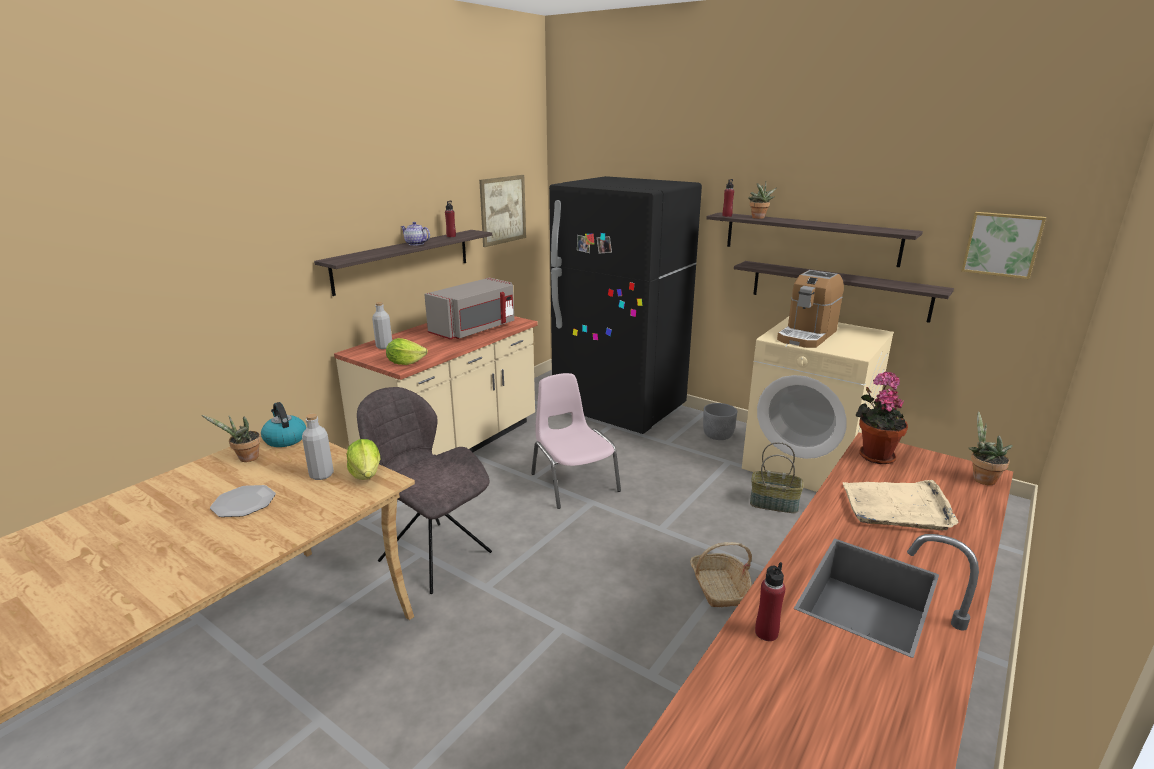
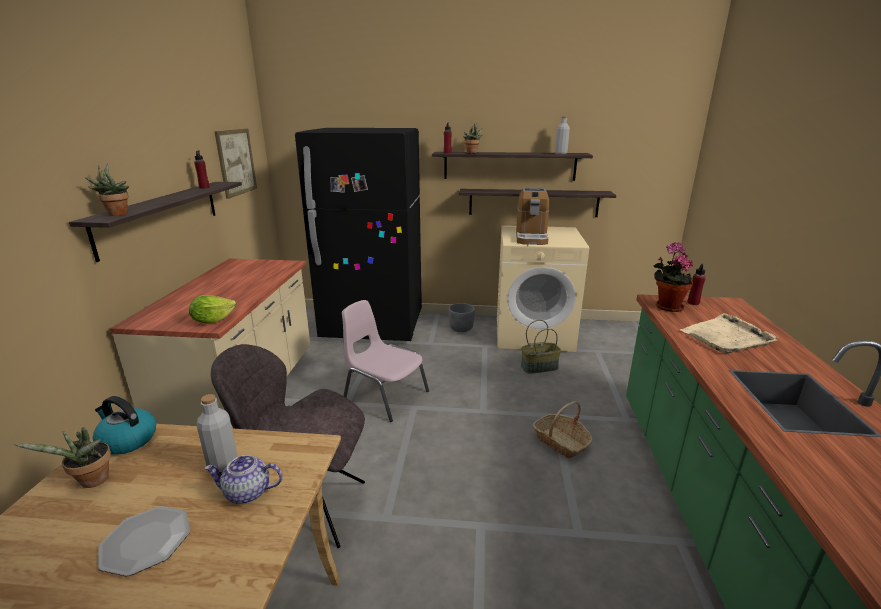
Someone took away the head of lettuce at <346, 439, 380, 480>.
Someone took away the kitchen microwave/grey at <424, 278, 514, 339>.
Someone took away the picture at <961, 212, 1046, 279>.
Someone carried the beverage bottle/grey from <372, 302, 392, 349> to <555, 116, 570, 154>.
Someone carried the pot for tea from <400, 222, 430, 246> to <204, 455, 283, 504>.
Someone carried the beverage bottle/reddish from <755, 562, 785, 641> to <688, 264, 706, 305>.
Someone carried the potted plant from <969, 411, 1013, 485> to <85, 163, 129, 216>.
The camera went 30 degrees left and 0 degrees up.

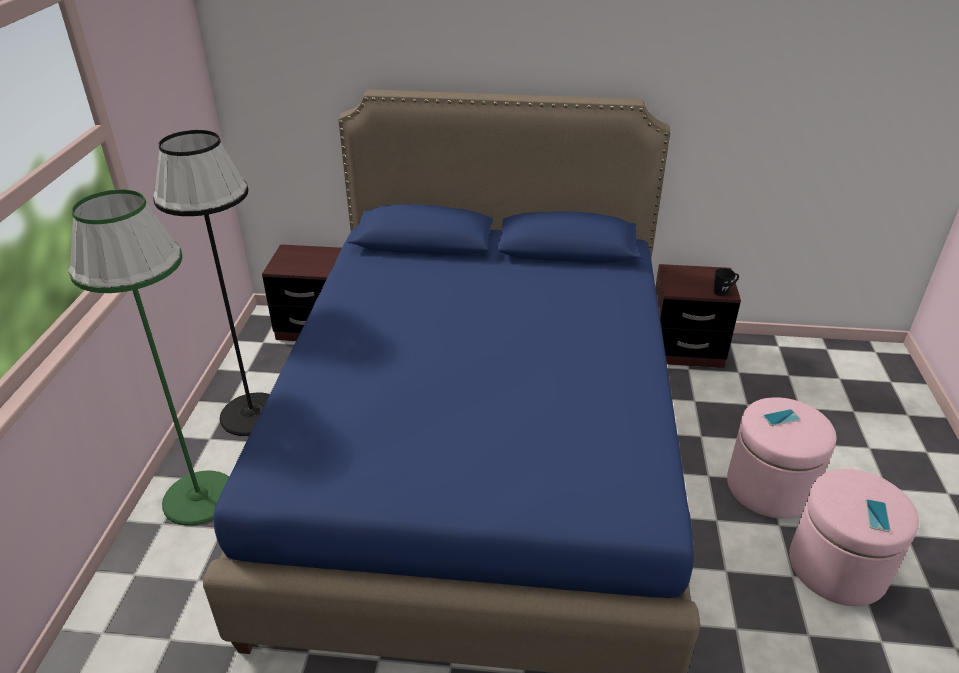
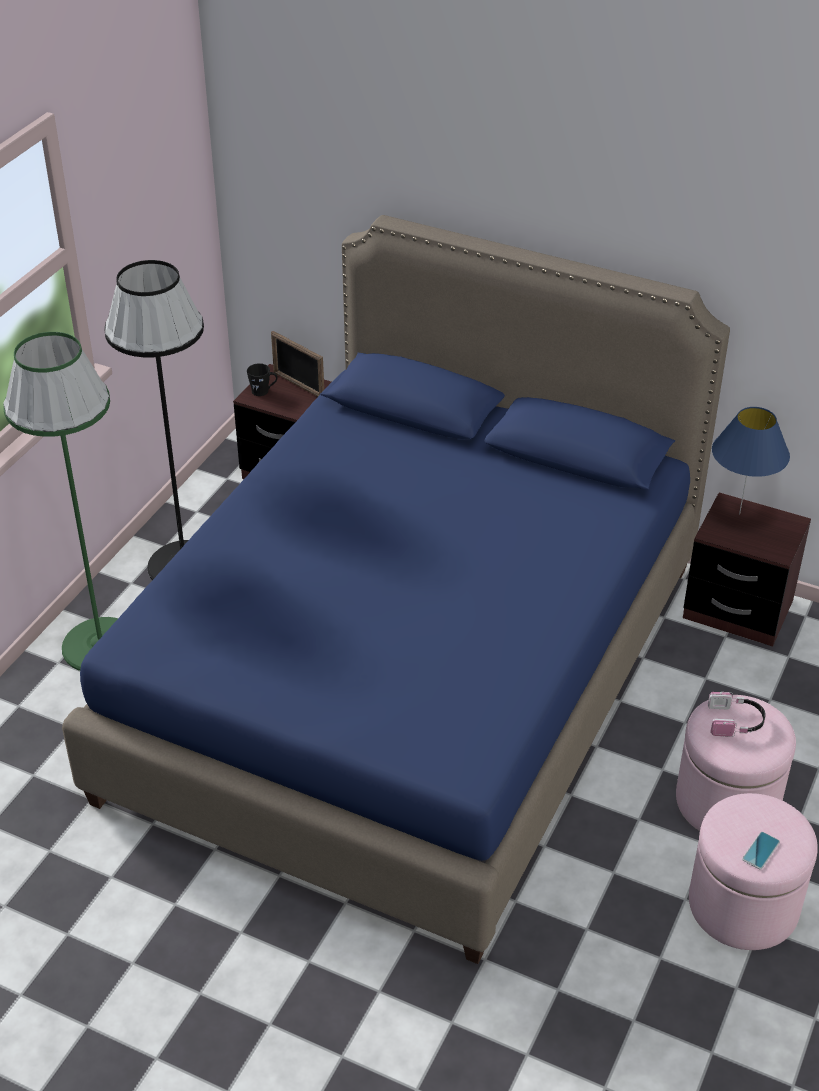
Someone put down the picture frame at <271, 331, 324, 397>.
Someone put down the tabletop lamp/blue at <712, 407, 790, 515>.
Someone carried the mug/blackish from <714, 268, 739, 296> to <247, 363, 278, 396>.
Someone swapped the phone at <763, 409, 800, 426> for the pair of headphones at <708, 692, 765, 737>.
The camera went 20 degrees right and 5 degrees up.

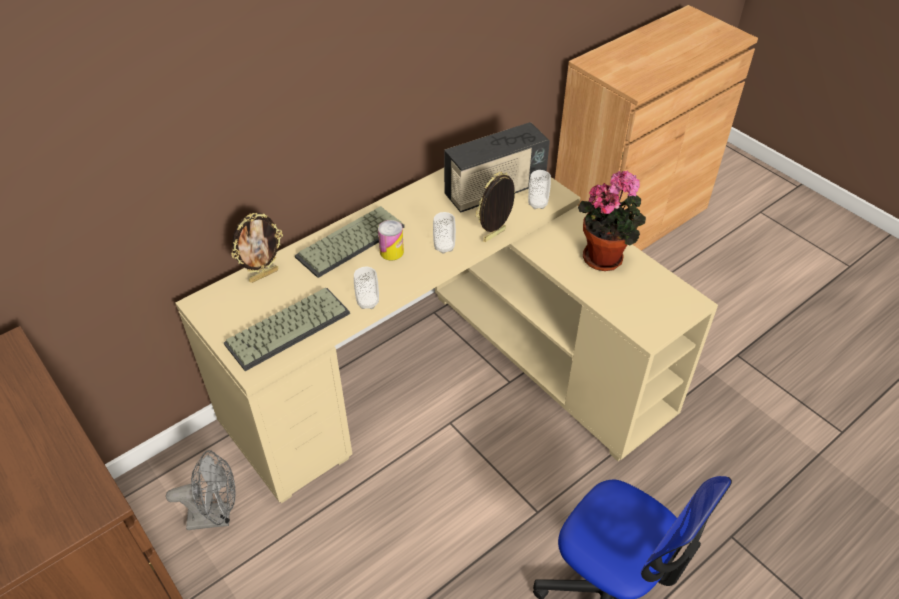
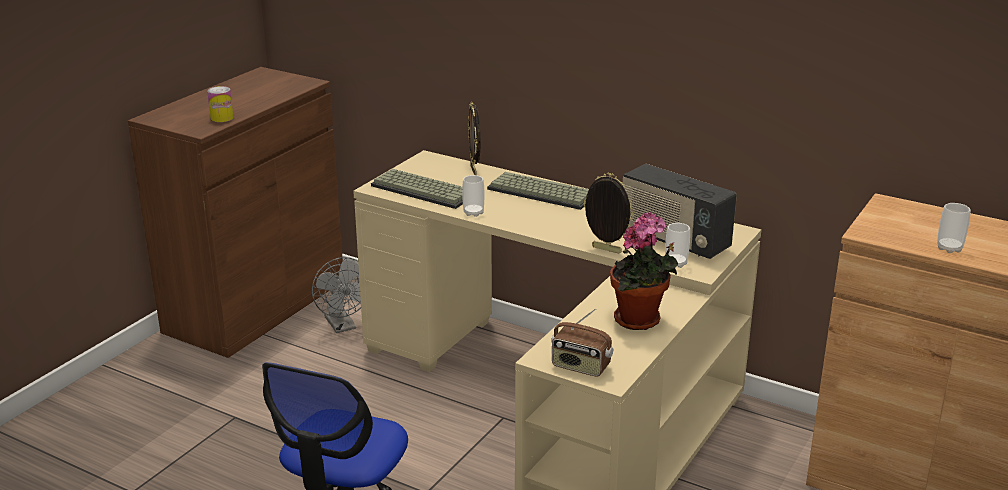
Someone put down the radio receiver at <551, 308, 613, 377>.
Someone carried the sealed can from <378, 220, 404, 261> to <207, 86, 233, 122>.
Someone carried the drinking cup from <433, 212, 456, 254> to <937, 203, 971, 253>.
Someone rotated the picture frame at <231, 213, 283, 283> by 45 degrees clockwise.
The camera went 70 degrees right and 20 degrees down.

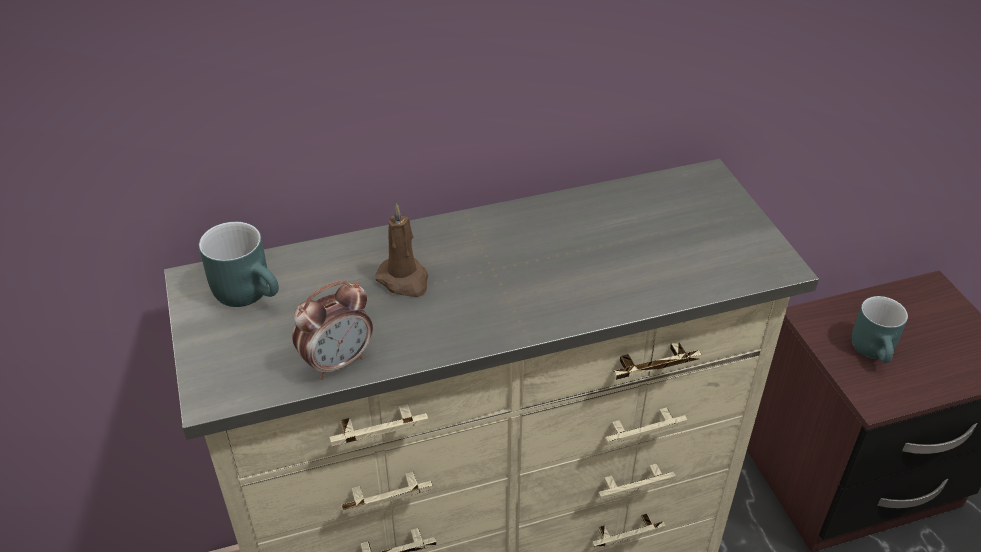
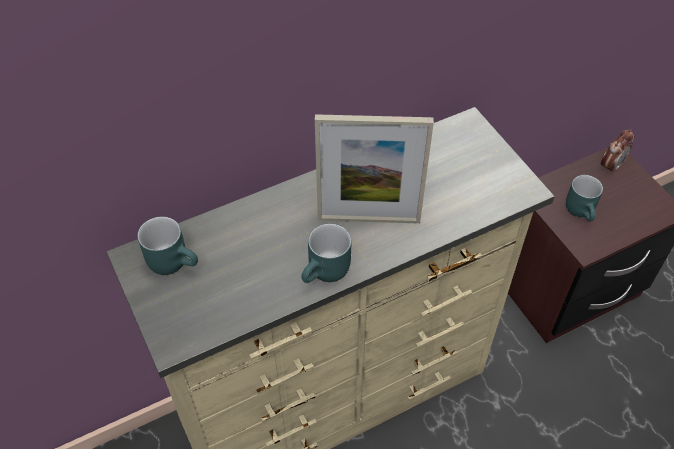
Someone took away the candle/brown at <375, 204, 428, 297>.
Someone put down the mug/turquoise-coloured at <302, 223, 352, 283>.
Someone put down the picture frame at <315, 114, 434, 223>.
Someone carried the bedside clock from <292, 280, 373, 379> to <601, 129, 635, 175>.
The camera went 10 degrees left and 10 degrees up.

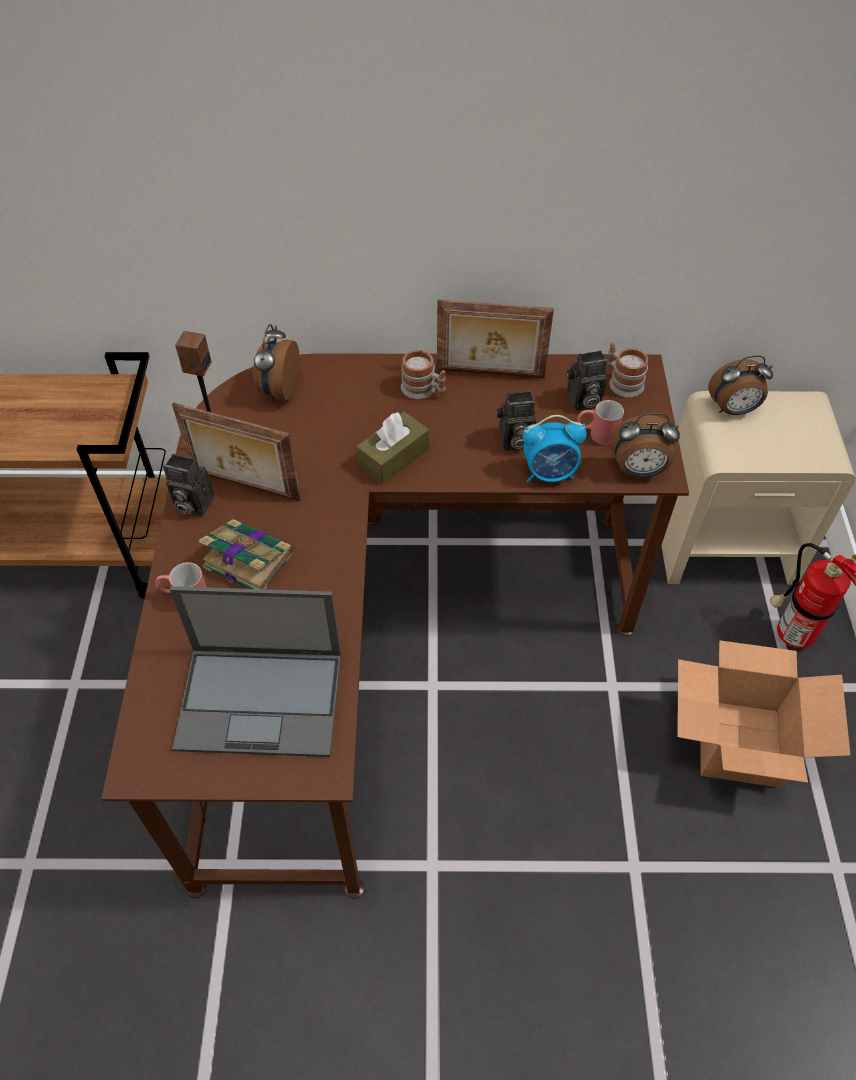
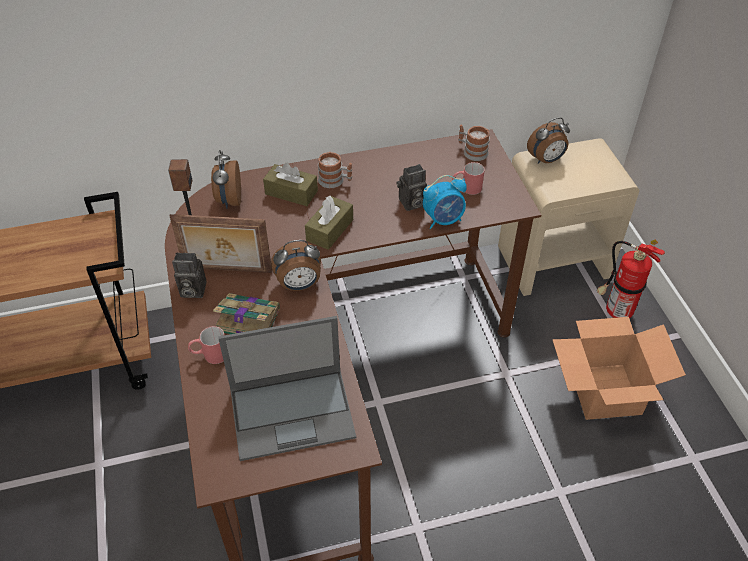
Someone took away the picture frame at <437, 300, 554, 378>.
Someone took away the still camera at <566, 350, 608, 411>.
Someone put down the box of tissues/brown at <263, 163, 318, 206>.
Someone carried the bedside clock from <611, 413, 680, 478> to <271, 240, 321, 291>.
The camera went 15 degrees left and 5 degrees down.

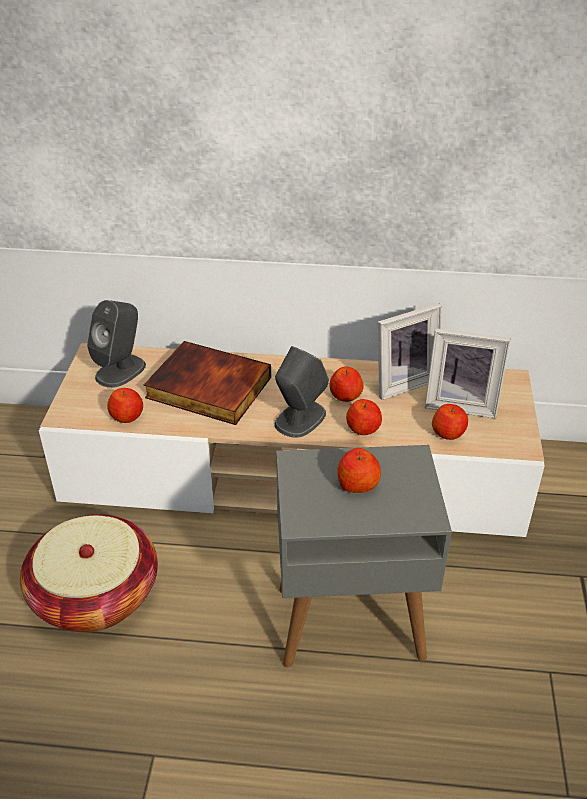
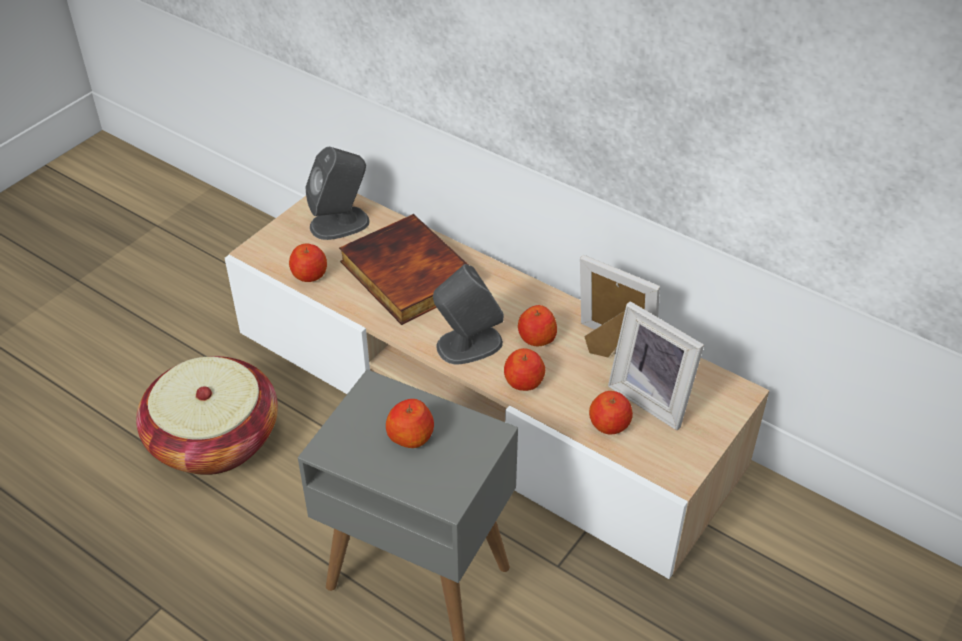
Someone rotated the picture frame at <378, 303, 441, 400> by 150 degrees counterclockwise.
The camera went 30 degrees right and 5 degrees up.

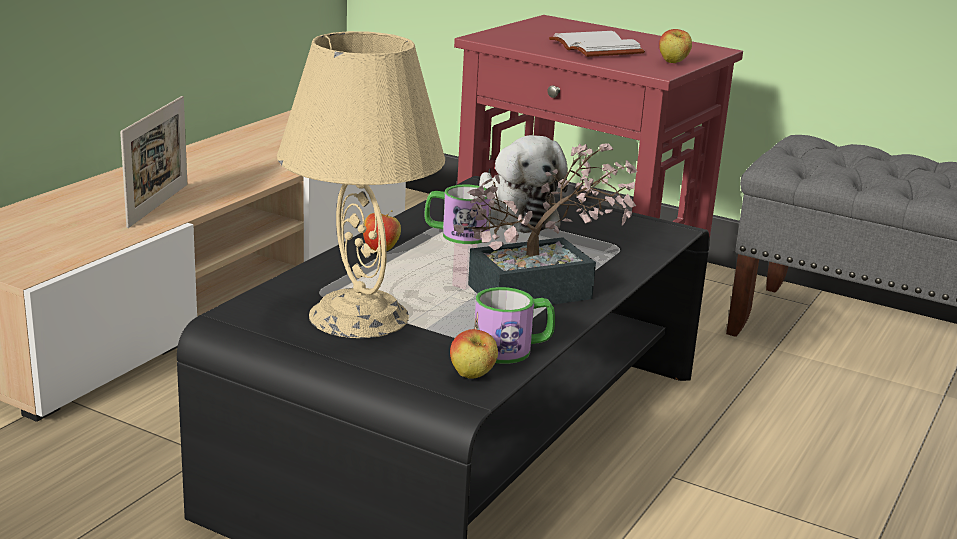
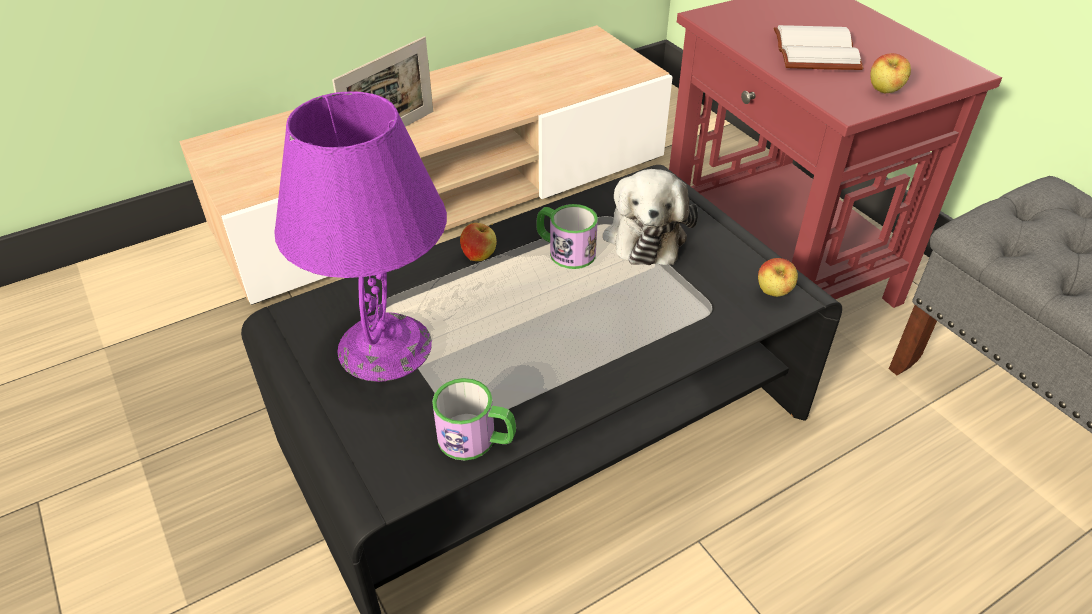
Someone took away the potted plant at <454, 143, 637, 305>.
Someone carried the apple fruit from <450, 329, 498, 378> to <758, 258, 798, 297>.
Someone repainted the tabletop lamp/beige at <277, 31, 445, 338>, which became the tabletop lamp/purple-coloured at <274, 91, 447, 382>.
The camera went 30 degrees right and 20 degrees up.

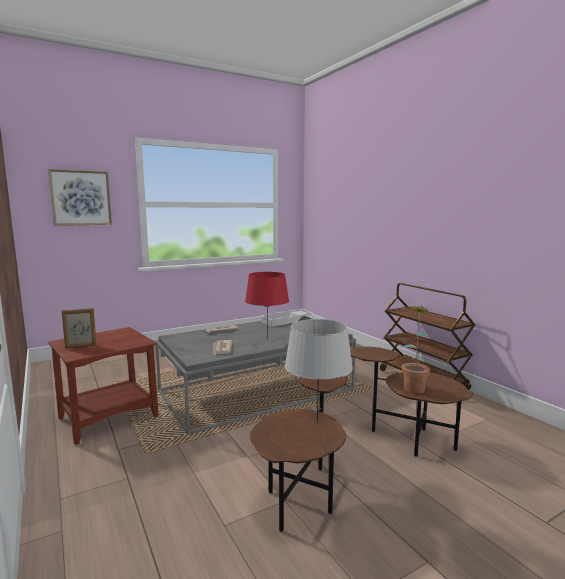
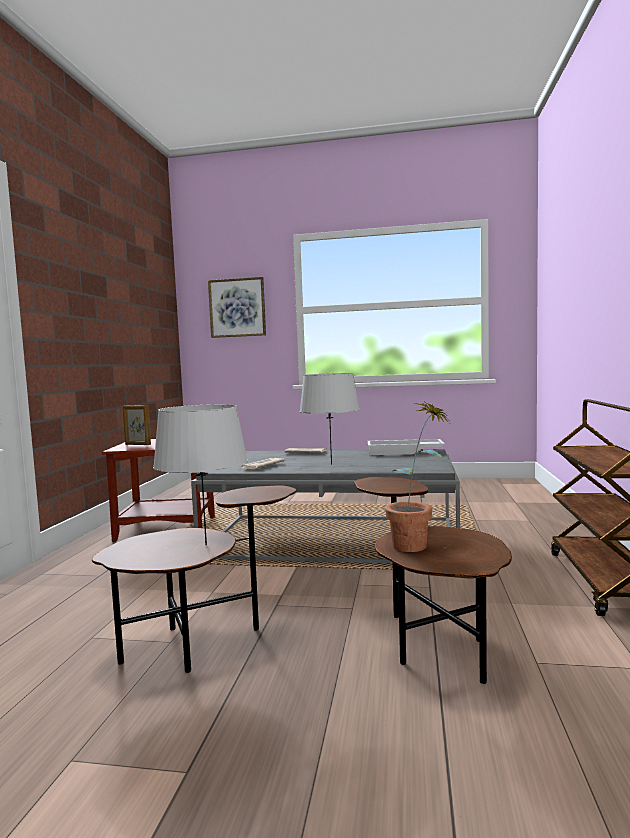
Someone repainted the tabletop lamp/reddish at <245, 272, 289, 339>, which became the tabletop lamp/grey at <300, 373, 360, 465>.
The camera went 40 degrees right and 5 degrees down.

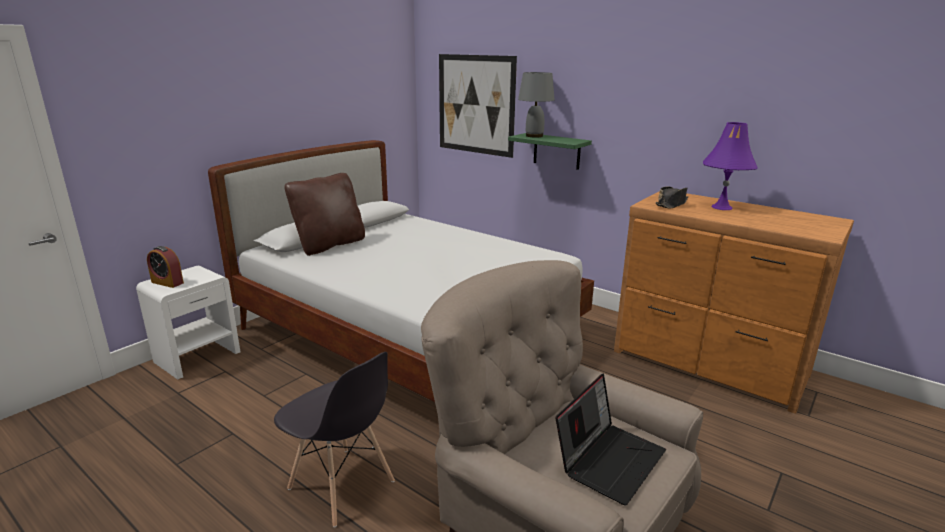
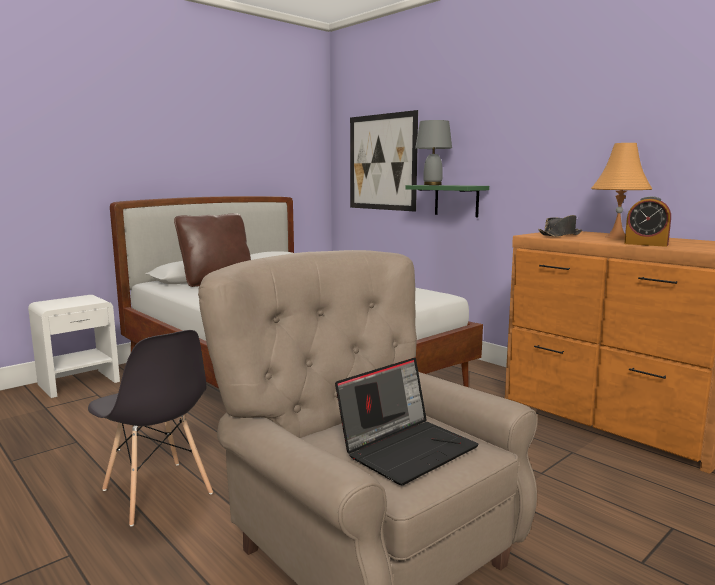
Someone carried the bedside clock from <147, 246, 184, 288> to <624, 196, 671, 247>.
Someone repainted the tabletop lamp/purple-coloured at <703, 122, 758, 210>, which became the tabletop lamp/orangey at <591, 143, 652, 239>.
The camera went 10 degrees right and 10 degrees down.

